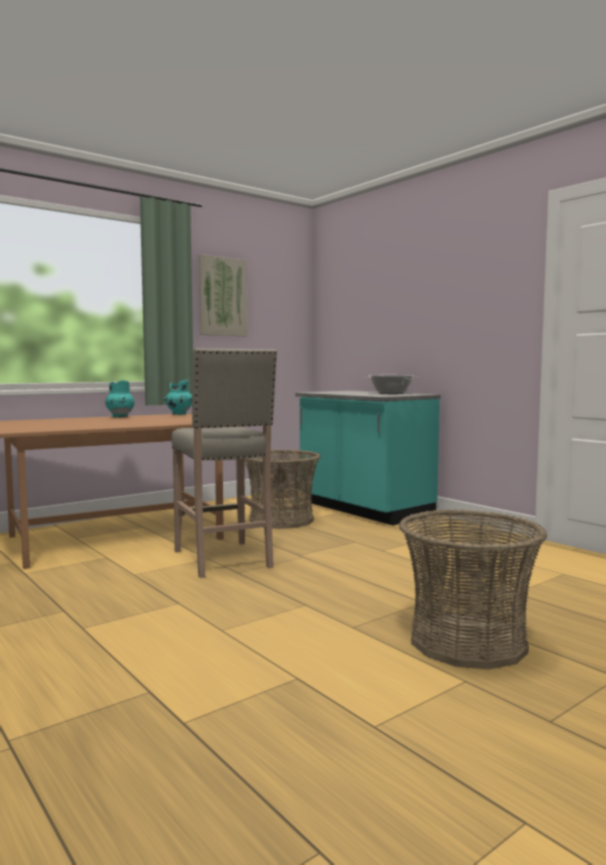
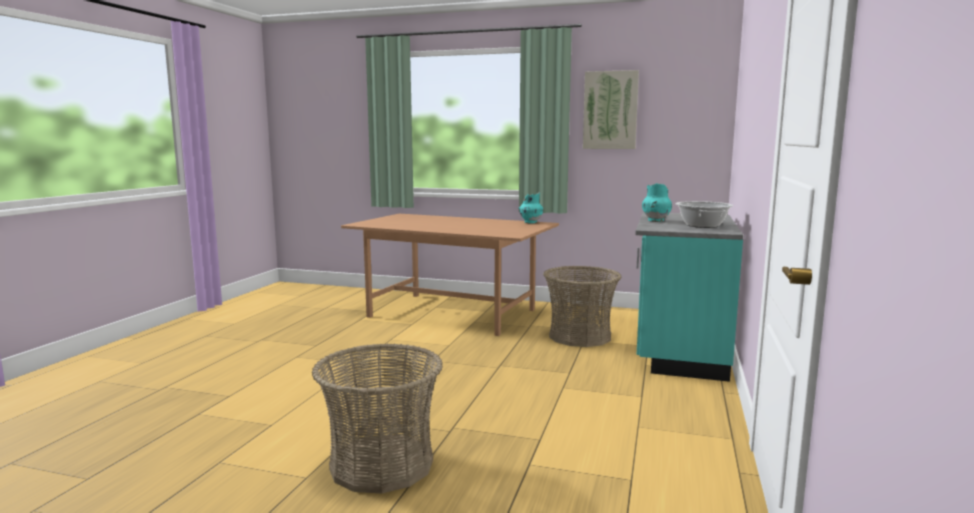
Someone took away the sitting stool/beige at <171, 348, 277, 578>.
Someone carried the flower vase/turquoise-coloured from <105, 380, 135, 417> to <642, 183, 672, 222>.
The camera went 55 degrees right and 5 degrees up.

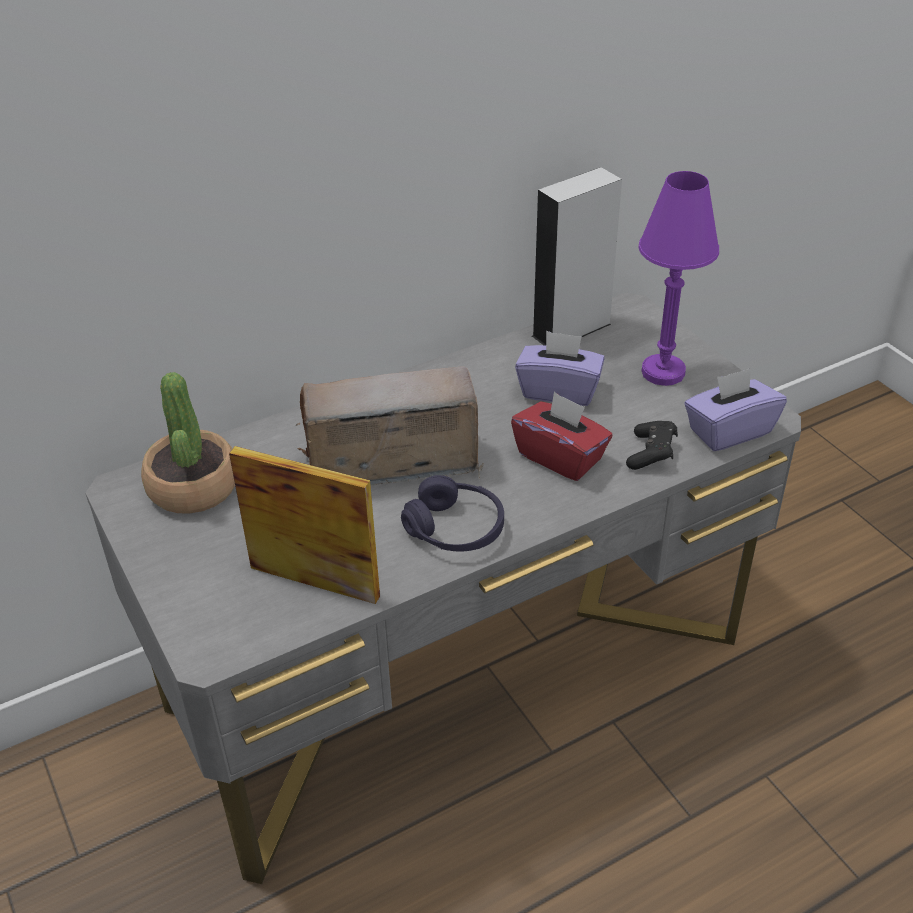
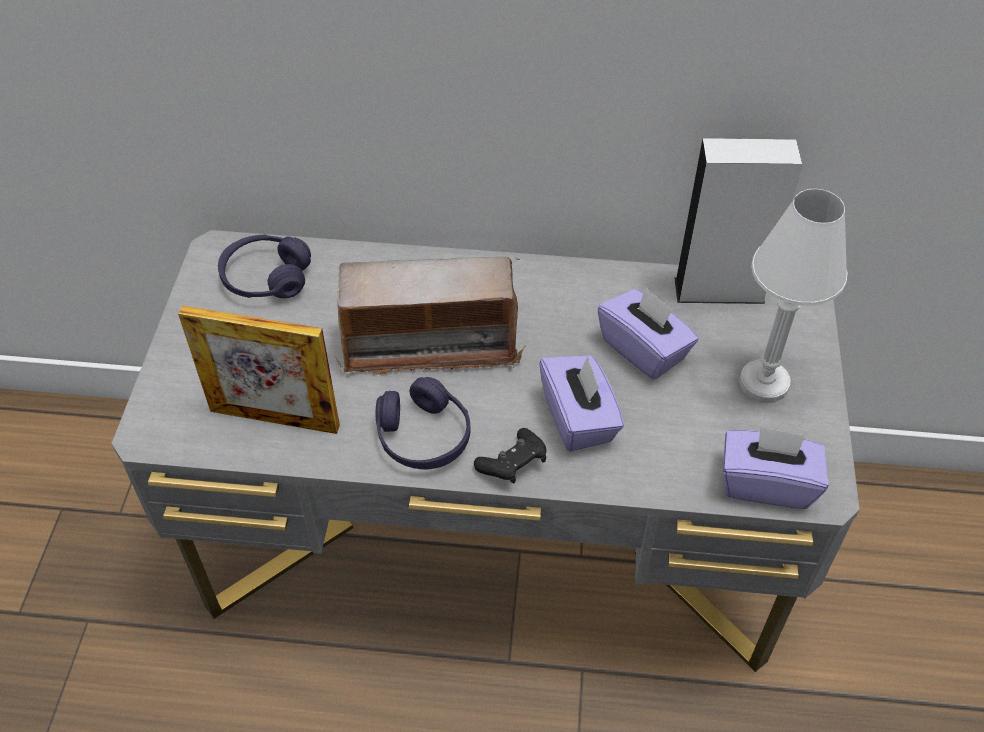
Someone carried the game controller/blackish from <626, 421, 678, 470> to <474, 428, 546, 483>.
Someone swapped the potted plant at <141, 372, 235, 513> for the pair of headphones/purple-coloured at <218, 234, 311, 298>.
Someone repainted the box of tissues/reddish at <511, 391, 612, 481>, which became the box of tissues/purple-coloured at <539, 355, 624, 452>.
Someone repainted the tabletop lamp/purple-coloured at <639, 171, 719, 386>, which became the tabletop lamp/white-coloured at <739, 189, 847, 403>.
Someone rotated the picture frame at <229, 446, 380, 604> by 135 degrees clockwise.
Someone rotated the radio receiver at <296, 366, 484, 486> by 150 degrees clockwise.
The camera went 35 degrees right and 10 degrees up.

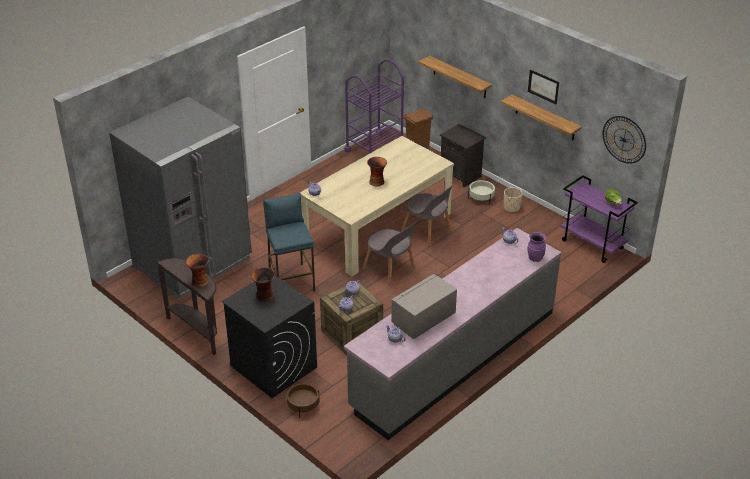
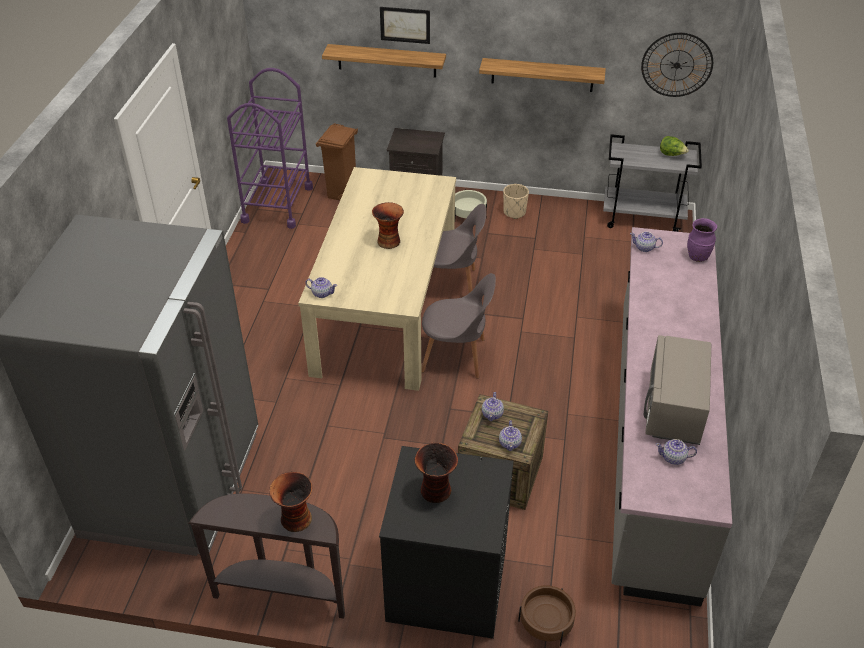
Someone took away the sitting stool/blue at <263, 193, 315, 291>.
Someone carried the picture from <528, 69, 559, 104> to <380, 7, 430, 44>.
Someone repainted the trolley/purple-coloured at <561, 175, 638, 263>, which became the trolley/grey at <603, 134, 702, 232>.
The camera went 35 degrees left and 5 degrees up.

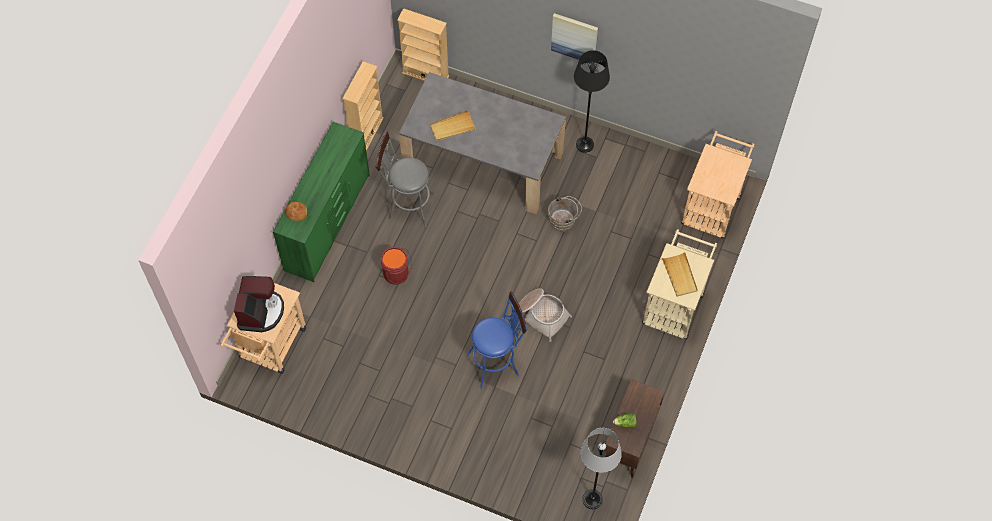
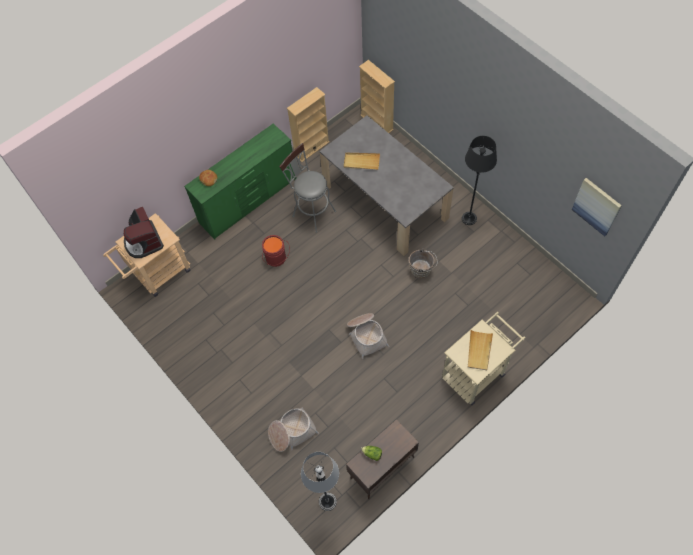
Someone took away the sitting stool/blue at <467, 291, 527, 389>.
Someone took away the trolley/beige at <681, 131, 754, 239>.
Someone put down the basket at <268, 408, 319, 452>.
Someone carried the picture from <551, 13, 598, 64> to <572, 178, 622, 236>.
Someone rotated the coffee machine at <234, 276, 284, 332> by 120 degrees clockwise.
The camera went 30 degrees right and 0 degrees up.

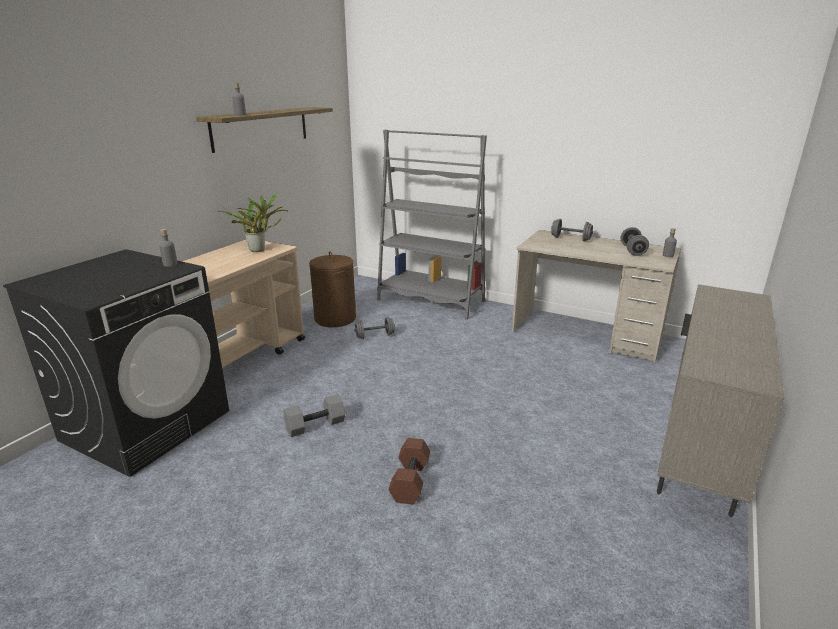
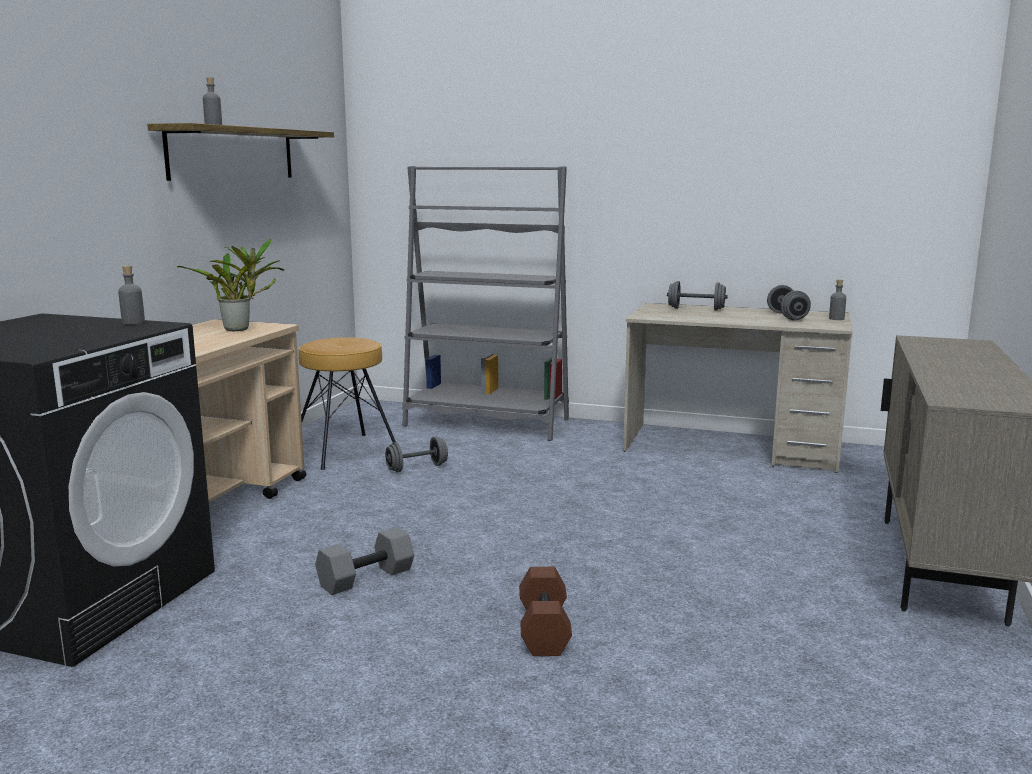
Someone swapped the hamper/brown at <309, 251, 356, 327> for the sitting stool/brown at <299, 337, 396, 470>.
The camera went 10 degrees left and 10 degrees down.

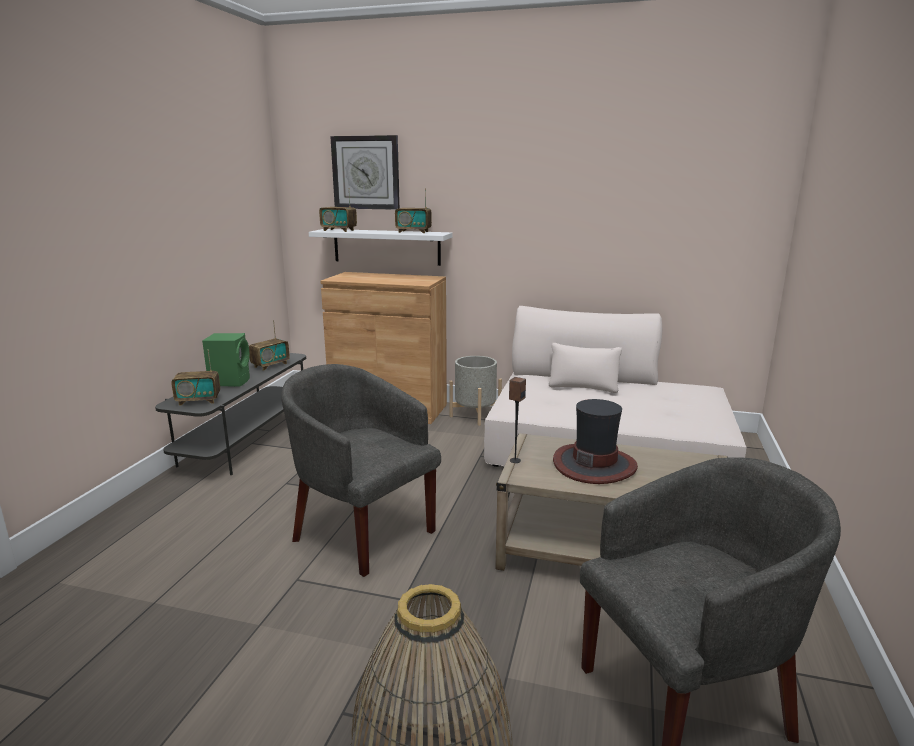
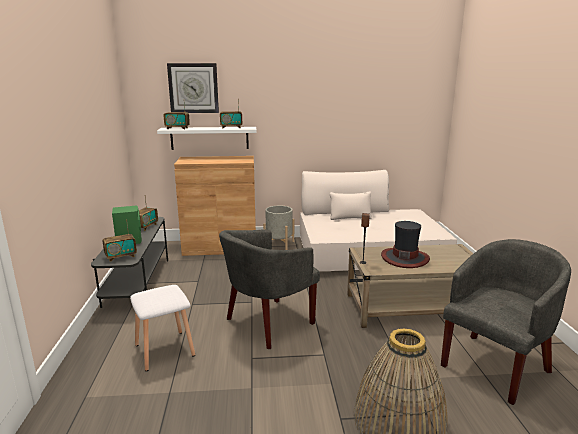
Someone put down the sitting stool/white-coloured at <130, 285, 195, 371>.
Someone rotated the easy chair/grey at <281, 364, 441, 577> by 60 degrees counterclockwise.
The camera went 20 degrees left and 0 degrees up.

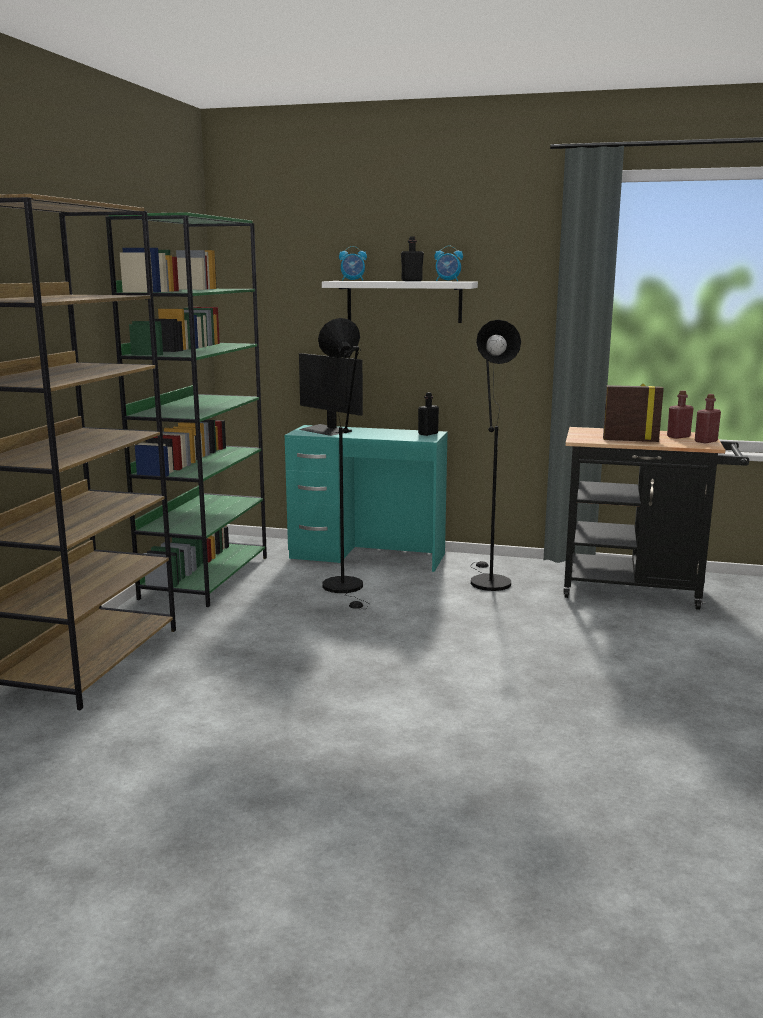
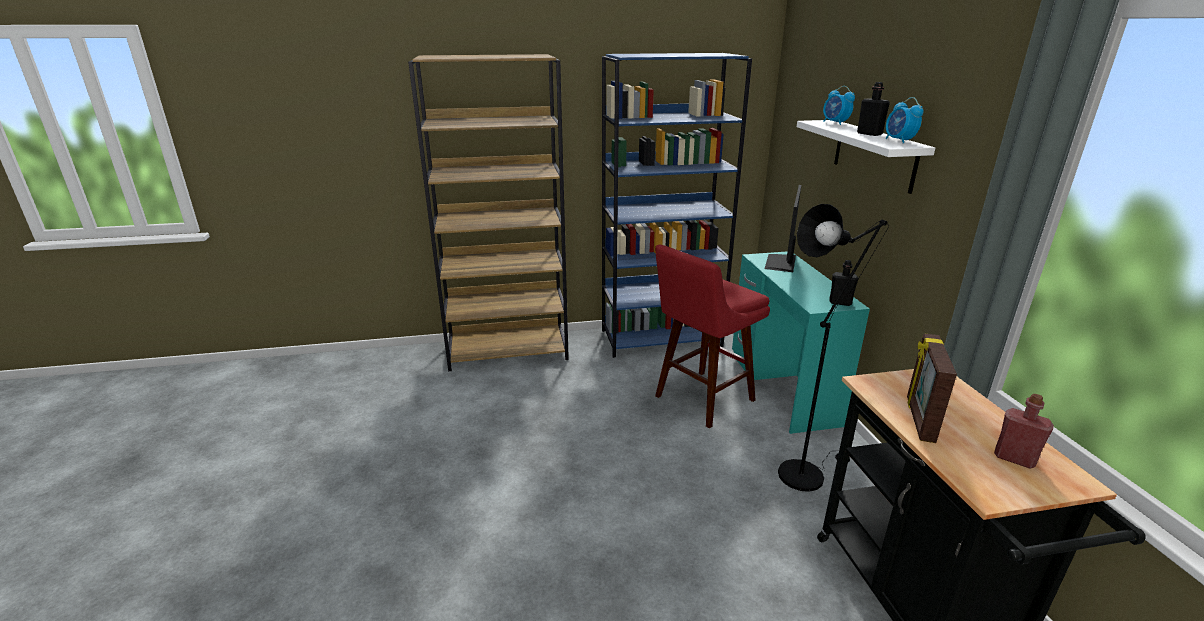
Someone took away the beverage bottle/reddish at <695, 394, 721, 444>.
Someone swapped the standing lamp/blackish at <318, 318, 369, 609> for the sitting stool/reddish at <655, 245, 770, 428>.
Someone repainted the bookshelf/green at <106, 212, 267, 607>, which became the bookshelf/blue at <602, 53, 752, 358>.
Someone rotated the picture frame at <603, 384, 664, 442> by 150 degrees counterclockwise.
The camera went 65 degrees right and 10 degrees up.

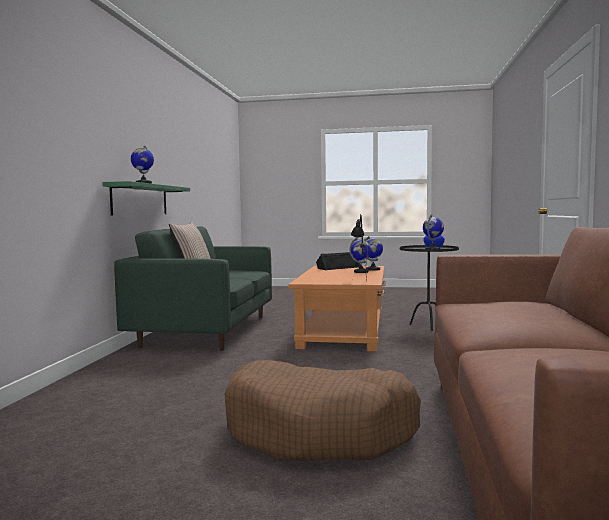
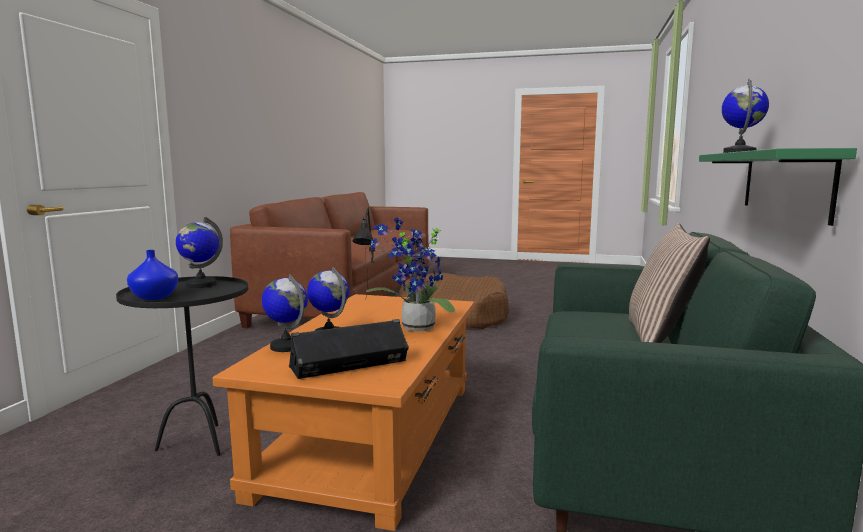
Someone put down the potted plant at <367, 217, 455, 331>.
The camera went 175 degrees left and 5 degrees up.

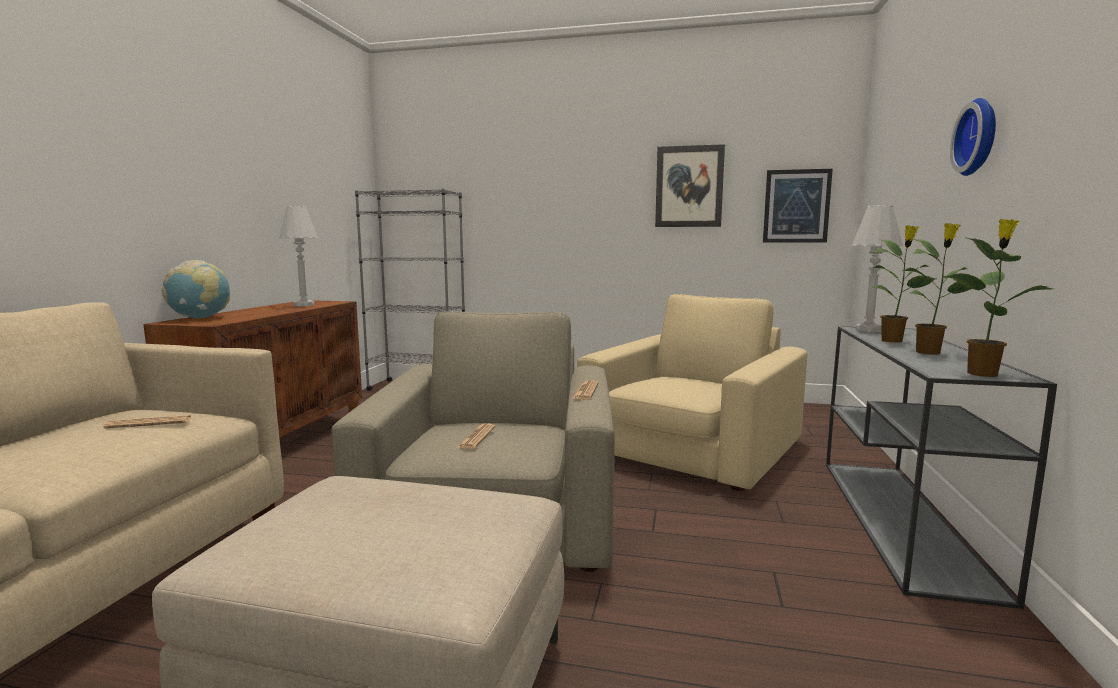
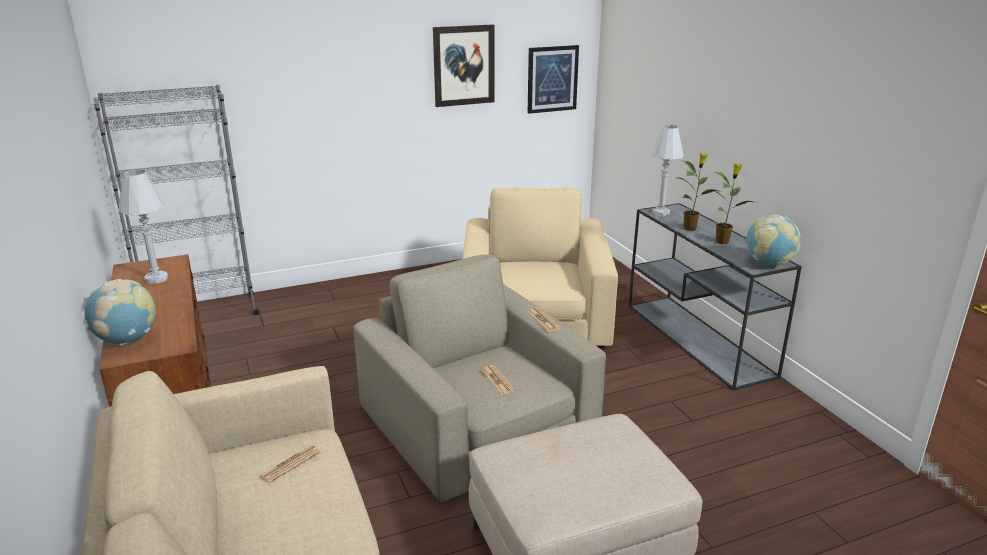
Someone took away the hanging clock at <950, 98, 996, 176>.
Someone swapped the potted plant at <942, 219, 1053, 377> for the world globe at <746, 214, 800, 266>.
The camera went 35 degrees left and 15 degrees up.

